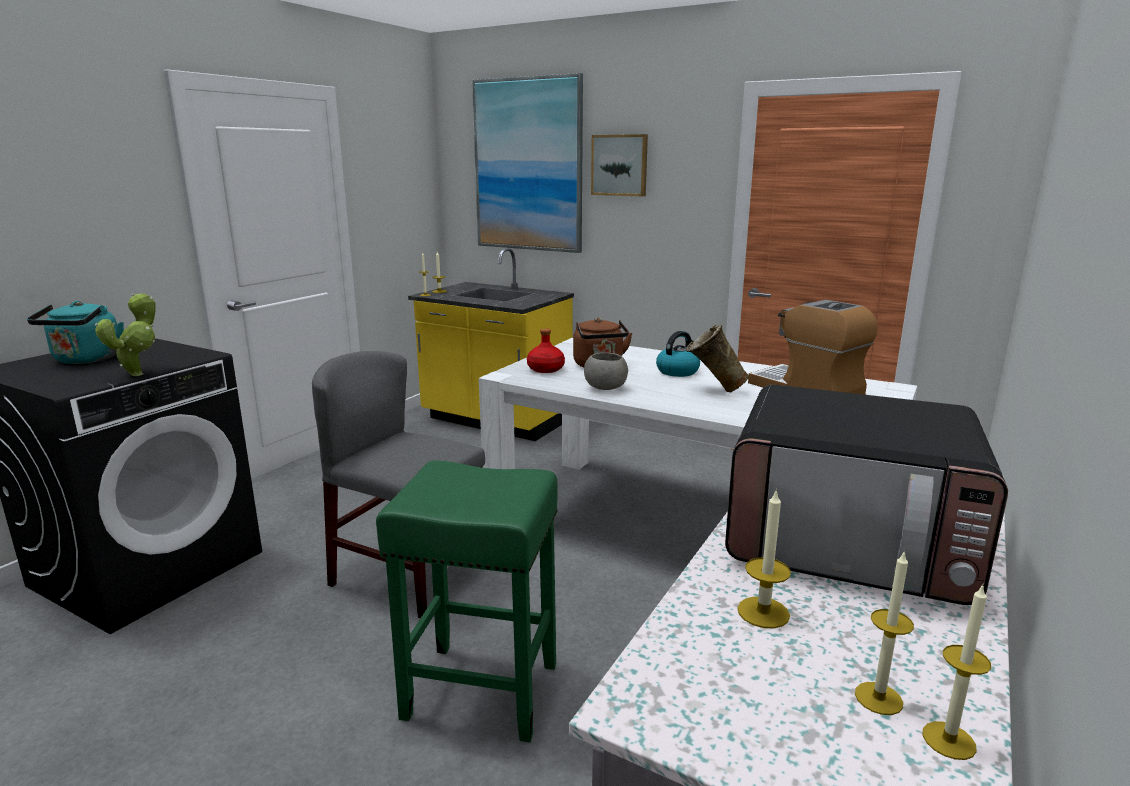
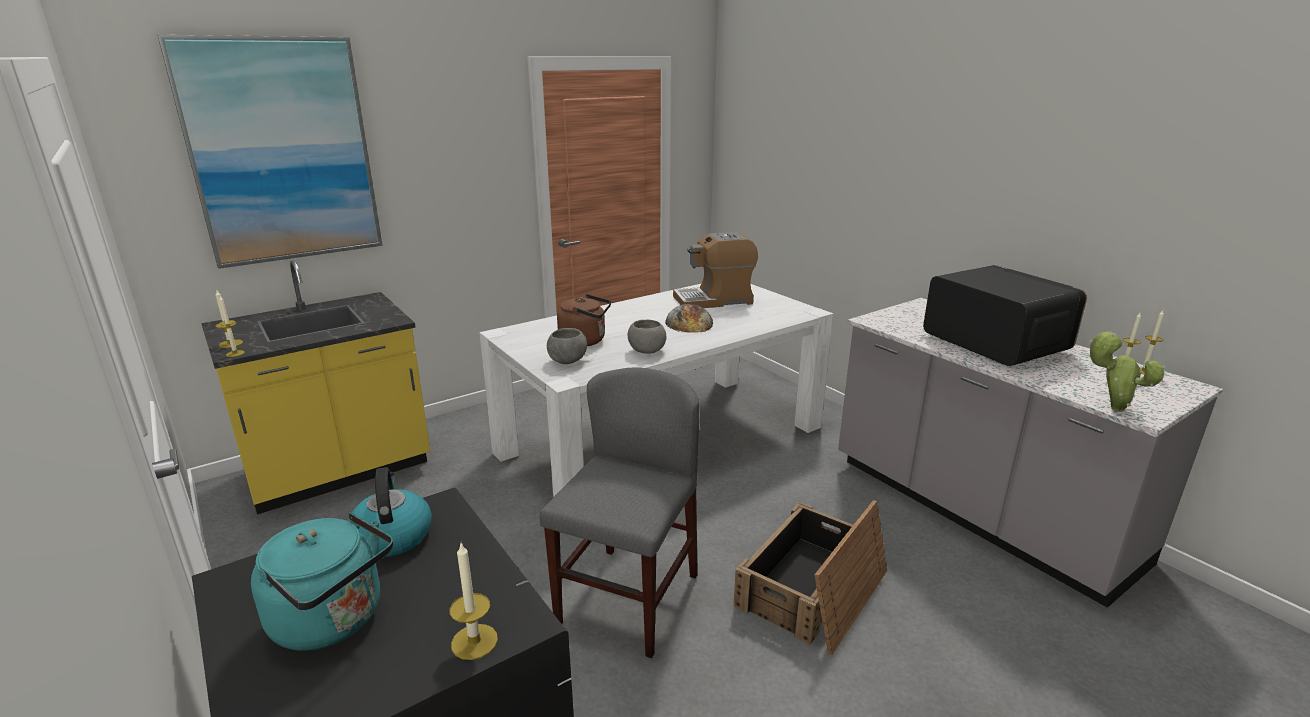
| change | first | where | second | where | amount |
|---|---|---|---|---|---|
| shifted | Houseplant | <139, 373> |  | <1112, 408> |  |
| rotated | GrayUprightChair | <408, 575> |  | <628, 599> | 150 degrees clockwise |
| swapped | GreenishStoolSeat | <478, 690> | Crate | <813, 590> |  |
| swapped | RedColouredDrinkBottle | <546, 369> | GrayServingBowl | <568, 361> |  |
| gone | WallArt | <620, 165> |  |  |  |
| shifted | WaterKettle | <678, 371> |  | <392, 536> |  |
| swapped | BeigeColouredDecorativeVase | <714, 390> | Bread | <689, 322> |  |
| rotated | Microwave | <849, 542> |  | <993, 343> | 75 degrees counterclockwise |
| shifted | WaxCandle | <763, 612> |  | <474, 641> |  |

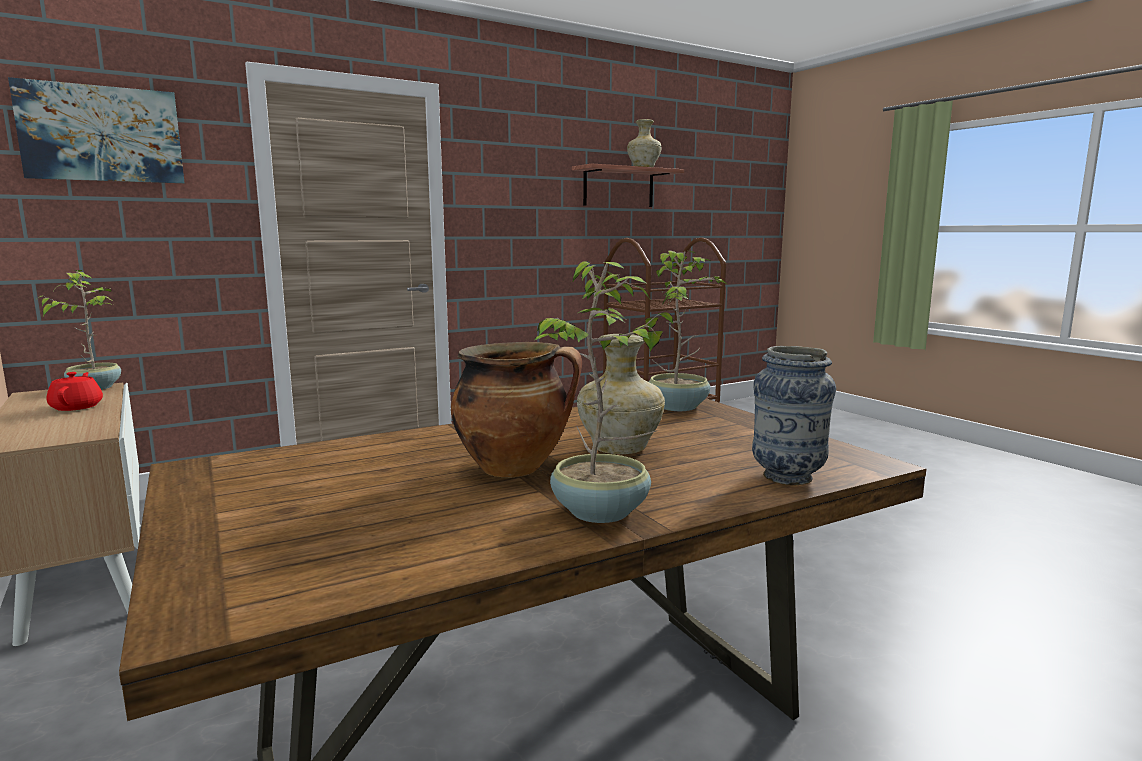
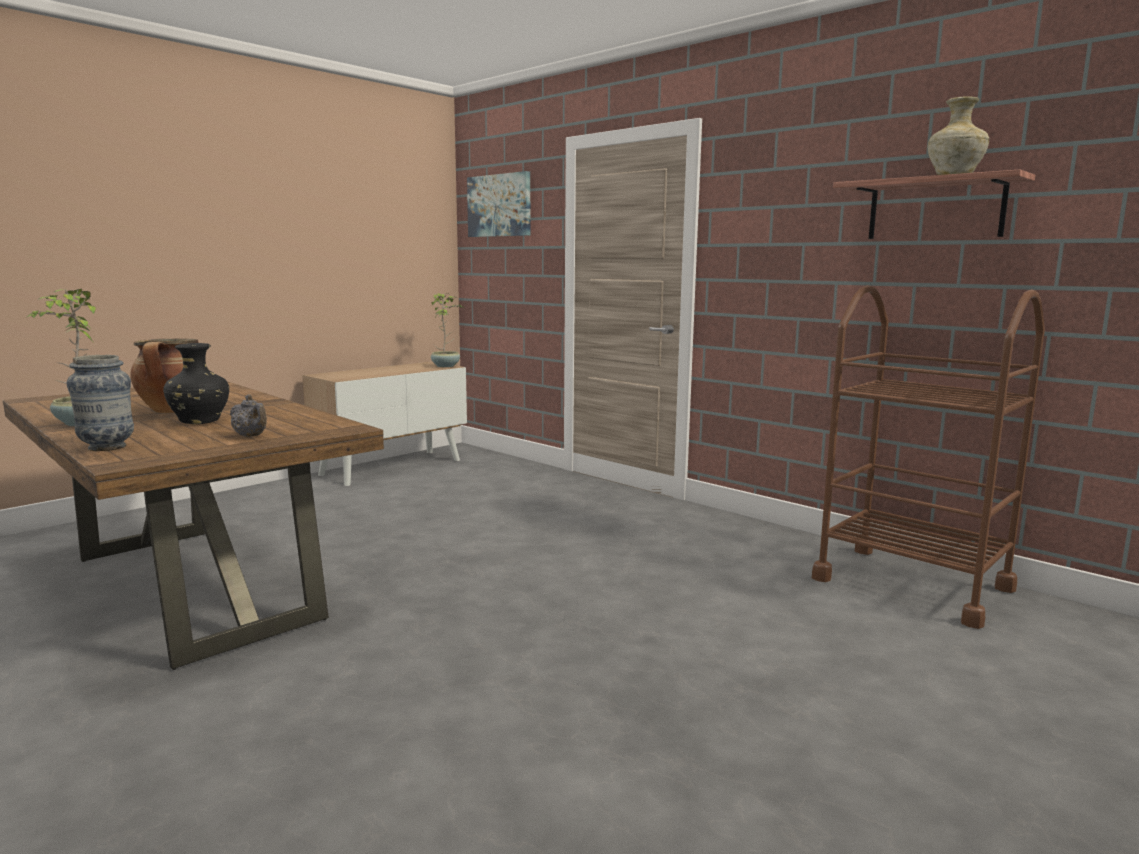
| change | first | where | second | where | amount |
|---|---|---|---|---|---|
| gone | RedColouredTeaPot | <77, 407> |  |  |  |
| repainted | BeigeColouredDecorativeVase | <618, 449> | BlackishDecorativeVase | <200, 422> |  |
| gone | Houseplant | <679, 406> |  |  |  |
| new |  |  | GrayTeaPot | <251, 436> |  |

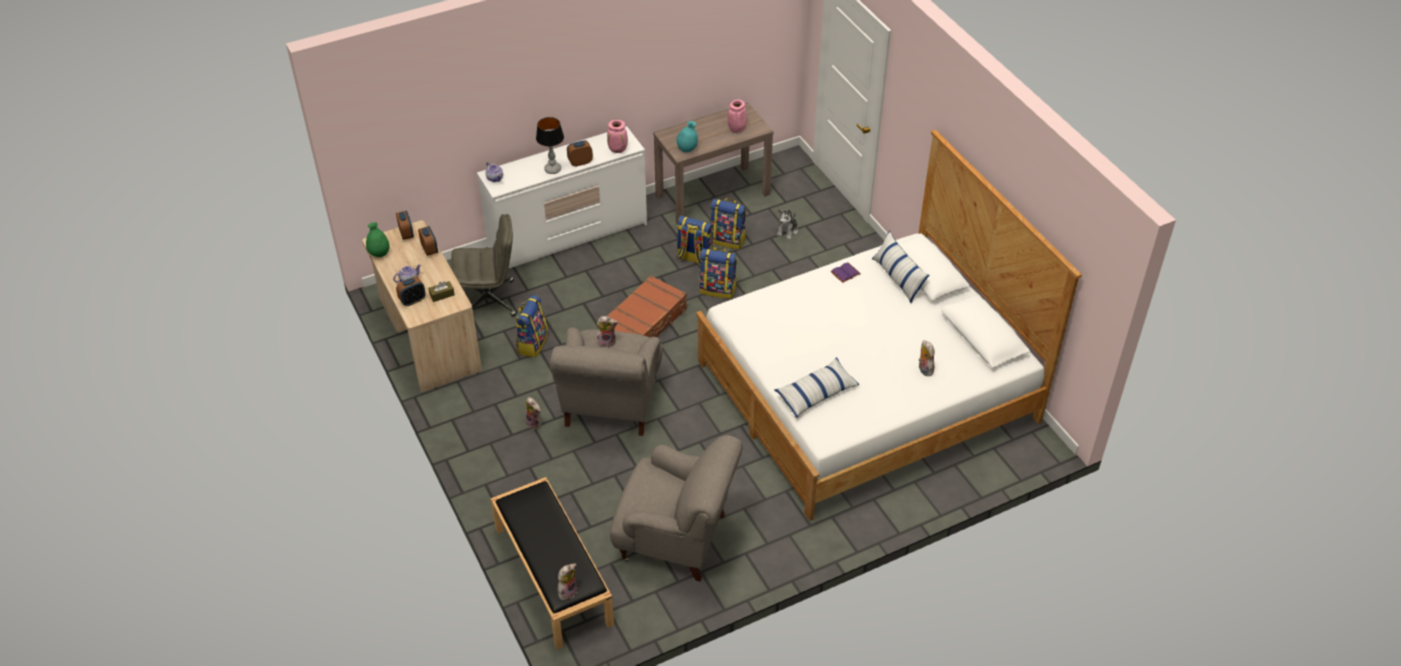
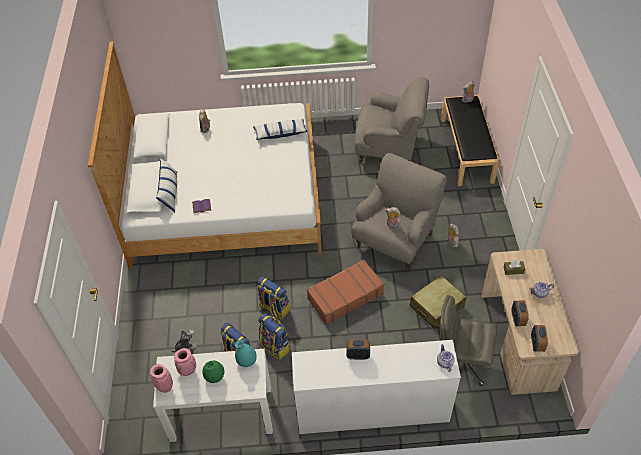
| change | first | where | second | where | amount |
|---|---|---|---|---|---|
| shifted | GreenishDecorativeVase | <379, 253> |  | <214, 377> |  |
| gone | BedsideClock | <412, 300> |  |  |  |
| swapped | Backpack | <532, 343> | BeigeColouredSuitcase | <436, 306> |  |
| gone | TabletopLamp | <552, 169> |  |  |  |
| shifted | PinkishDecorativeVase | <618, 150> |  | <164, 387> |  |
| rotated | GrayEasyChair | <676, 538> |  | <389, 149> | 150 degrees clockwise |
| repainted | BrownColouredConsoleTable | <713, 195> | WhiteColouredConsoleTable | <221, 414> |  |

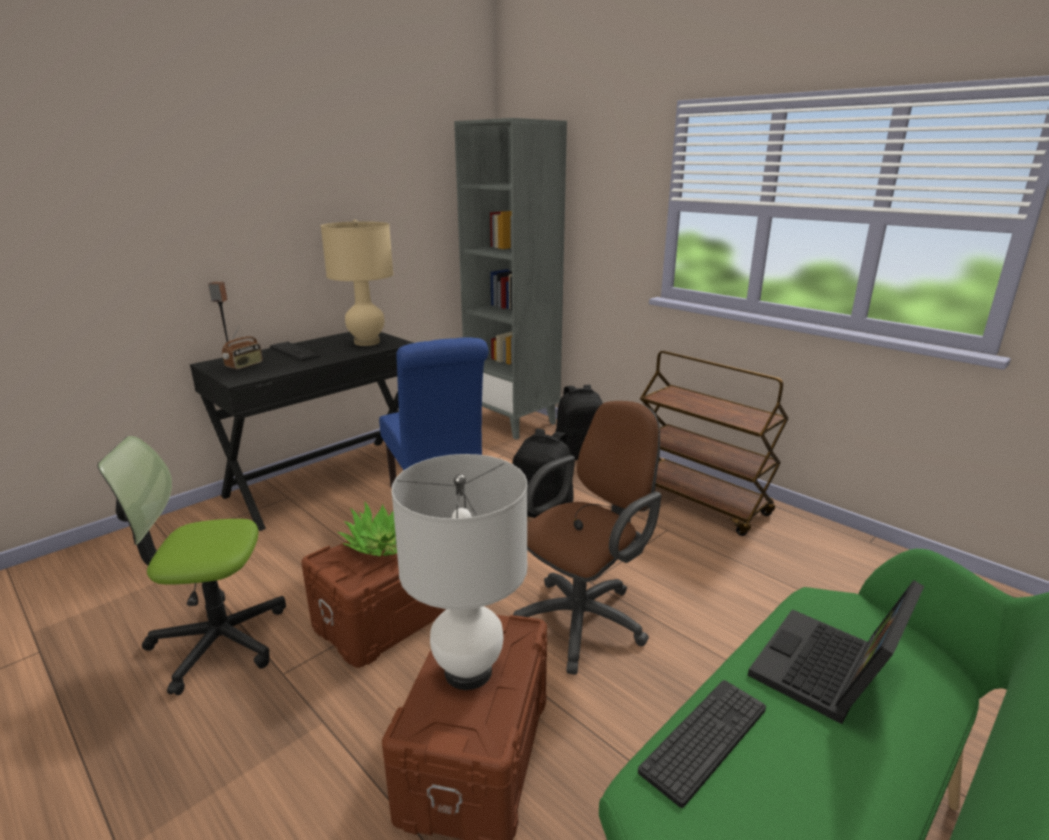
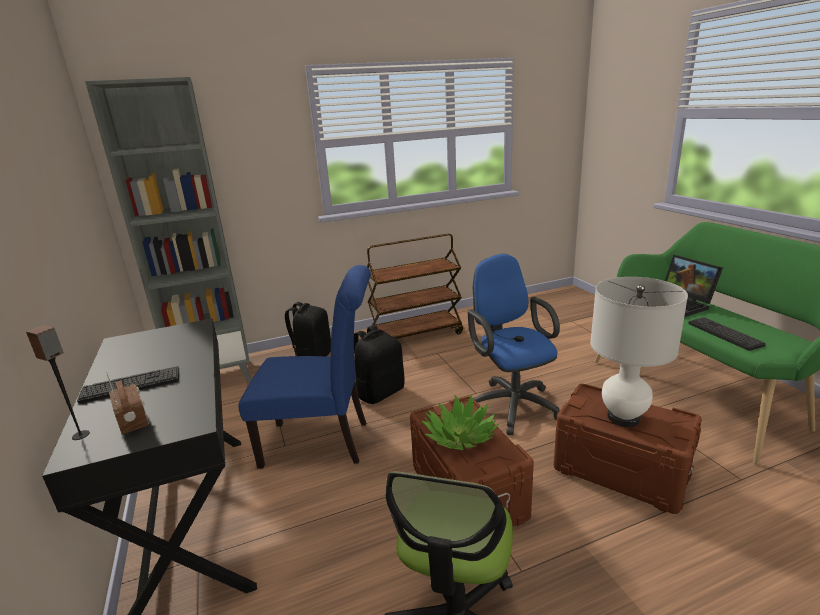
| change | first | where | second | where | amount |
|---|---|---|---|---|---|
| gone | BeigeColouredTabletopLamp | <367, 342> |  |  |  |
| repainted | BrownColouredOfficeChair | <585, 618> | BlueOfficeChair | <511, 403> |  |

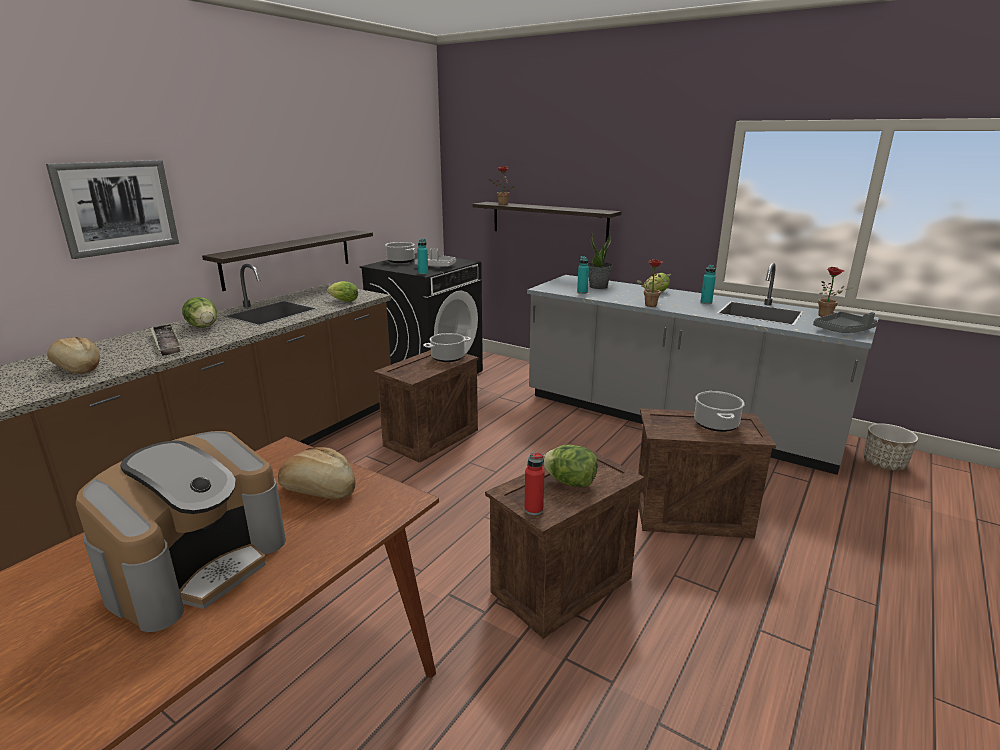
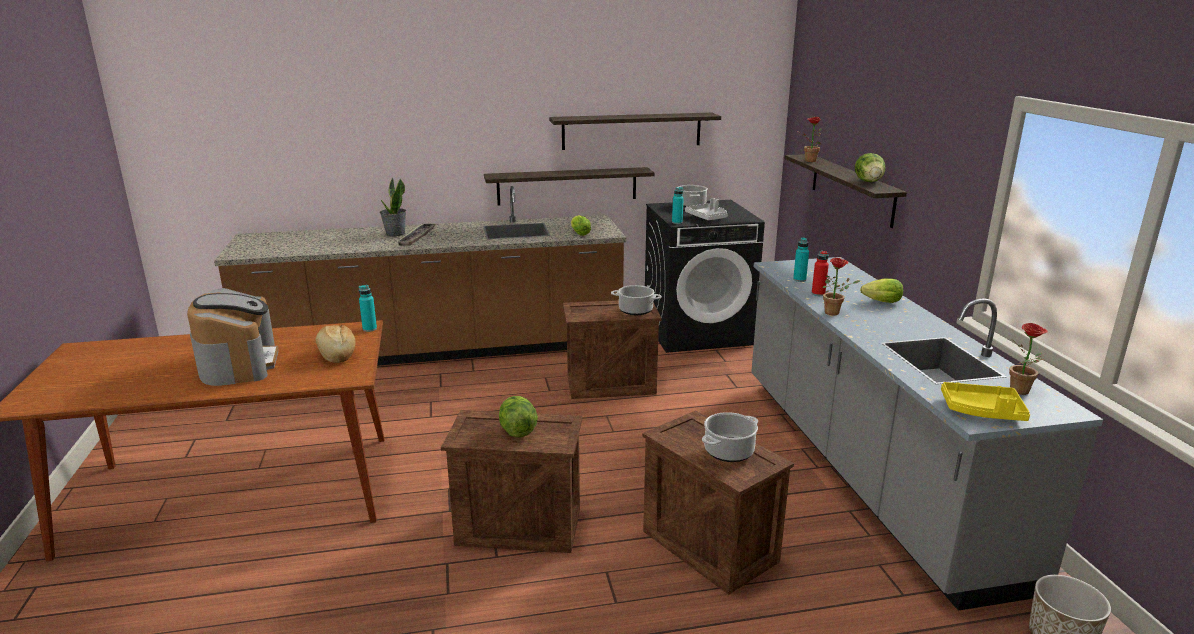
| change | first | where | second | where | amount |
|---|---|---|---|---|---|
| gone | WallArt | <117, 207> |  |  |  |
| gone | Bread | <76, 368> |  |  |  |
| rotated | CoffeeMachine | <198, 564> |  | <239, 363> | 90 degrees counterclockwise |
| shifted | Lettuce | <203, 327> |  | <869, 182> |  |
| shifted | RedColouredDrinkBottle | <533, 509> |  | <818, 294> |  |
| shifted | Houseplant | <598, 287> |  | <395, 234> |  |
| shifted | TurquoiseDrinkBottle | <706, 302> |  | <369, 329> |  |
| repainted | GrayServingTray | <843, 330> | YellowishServingTray | <982, 411> |  |
| new |  |  | BracketShelf | <632, 131> |  |

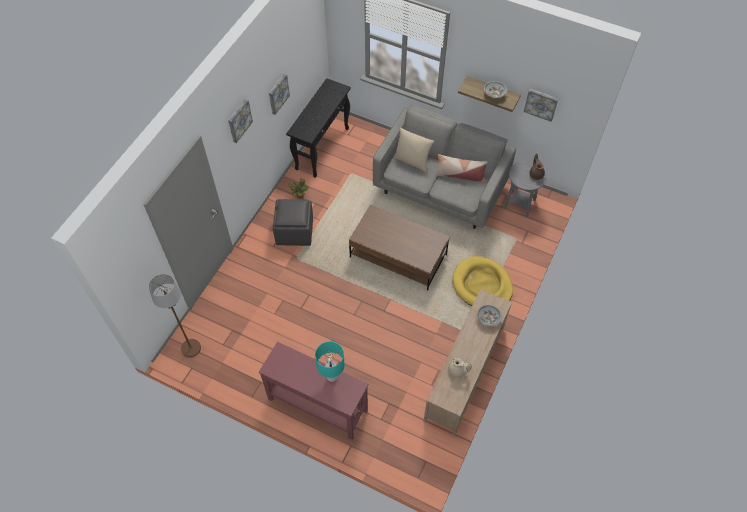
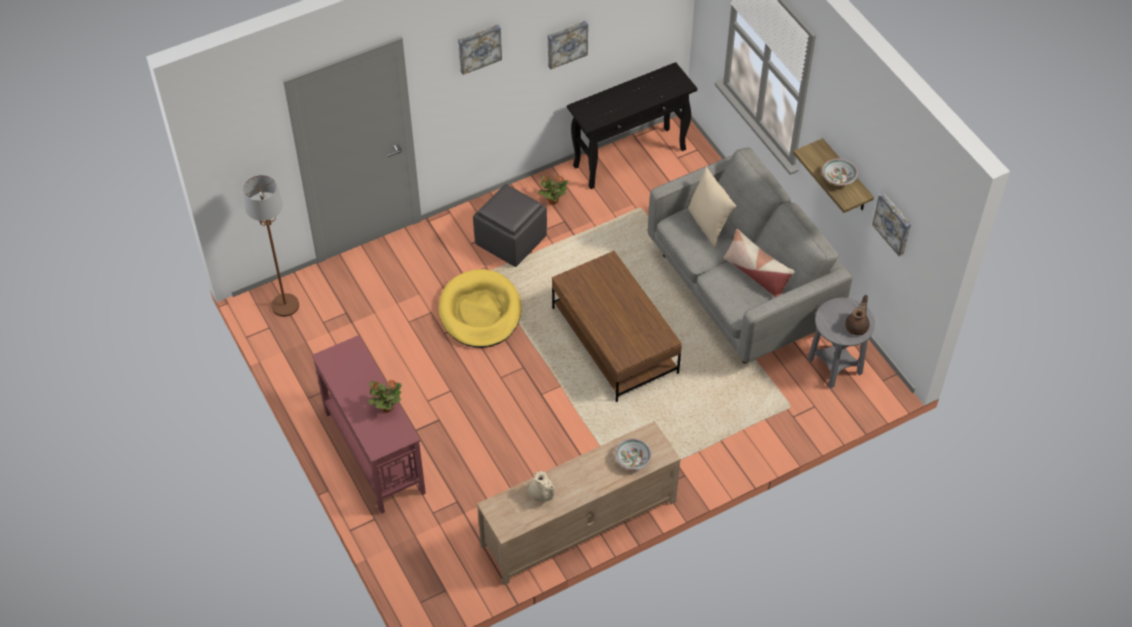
| change | first | where | second | where | amount |
|---|---|---|---|---|---|
| swapped | TurquoiseTabletopLamp | <331, 376> | Houseplant | <386, 407> |  |
| shifted | YellowishDogBed | <482, 285> |  | <480, 312> |  |

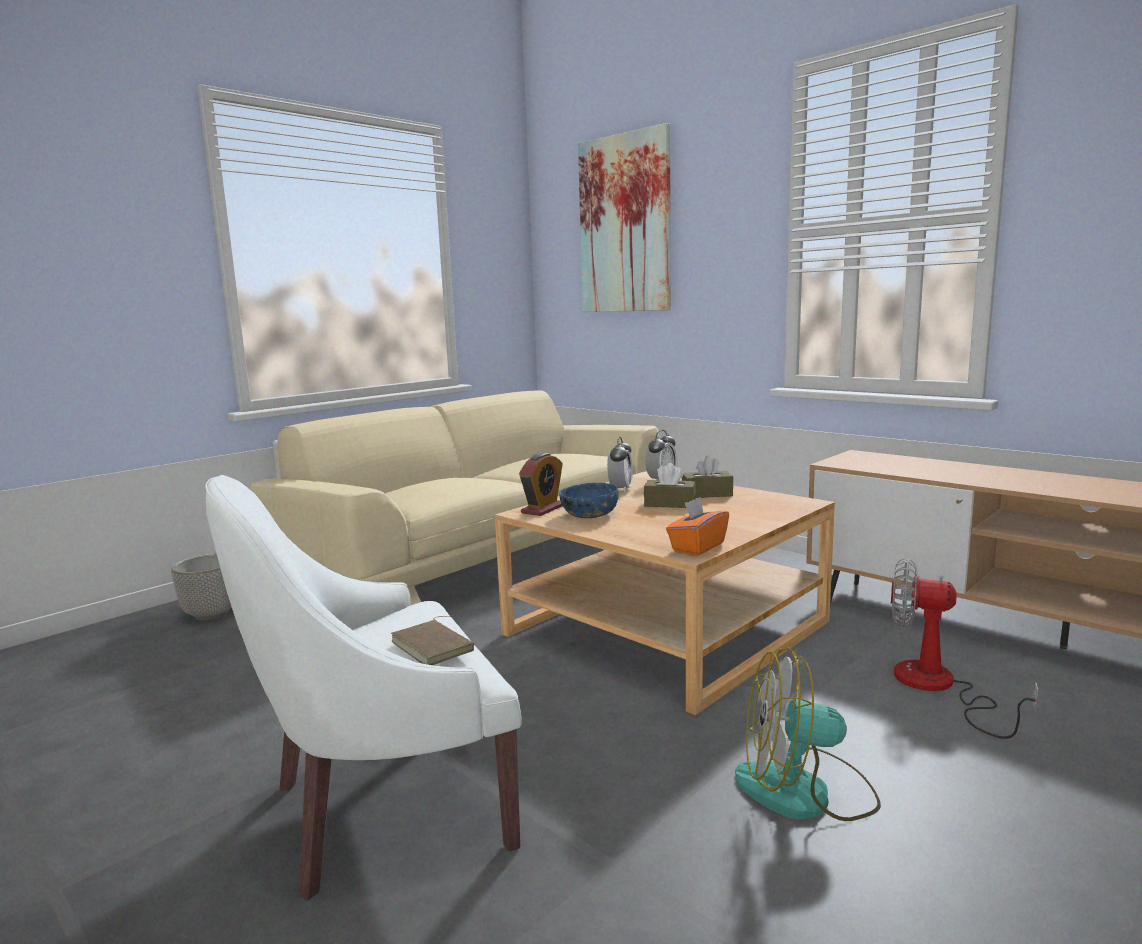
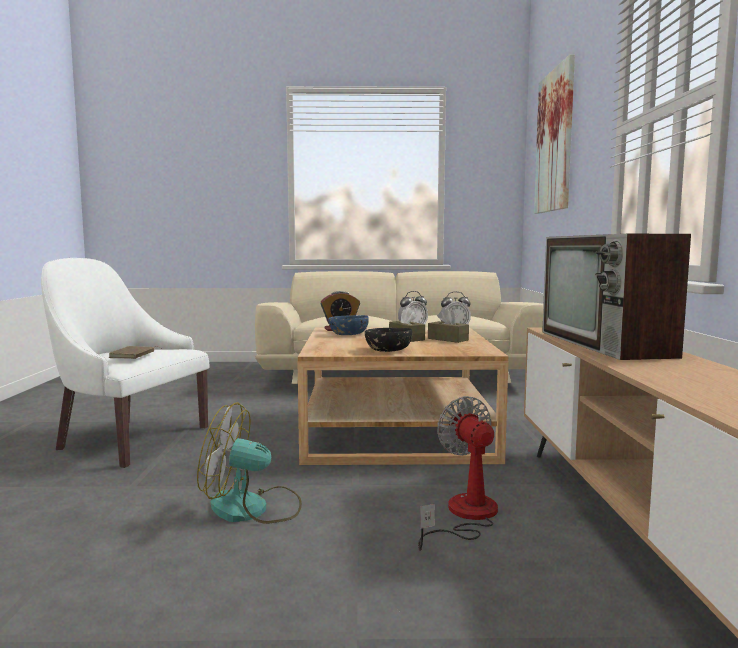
| change | first | where | second | where | amount |
|---|---|---|---|---|---|
| gone | Planter | <212, 614> |  |  |  |
| gone | OrangeTissueBox | <697, 547> |  |  |  |
| rotated | ElectricFan | <805, 792> |  | <252, 508> | 45 degrees counterclockwise |
| new |  |  | BlackishServingBowl | <388, 350> |  |
| new |  |  | Tv | <605, 344> |  |

